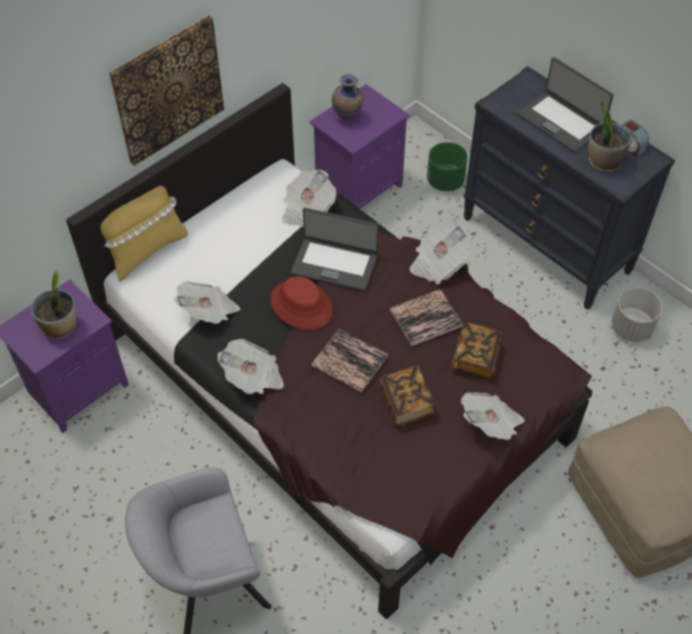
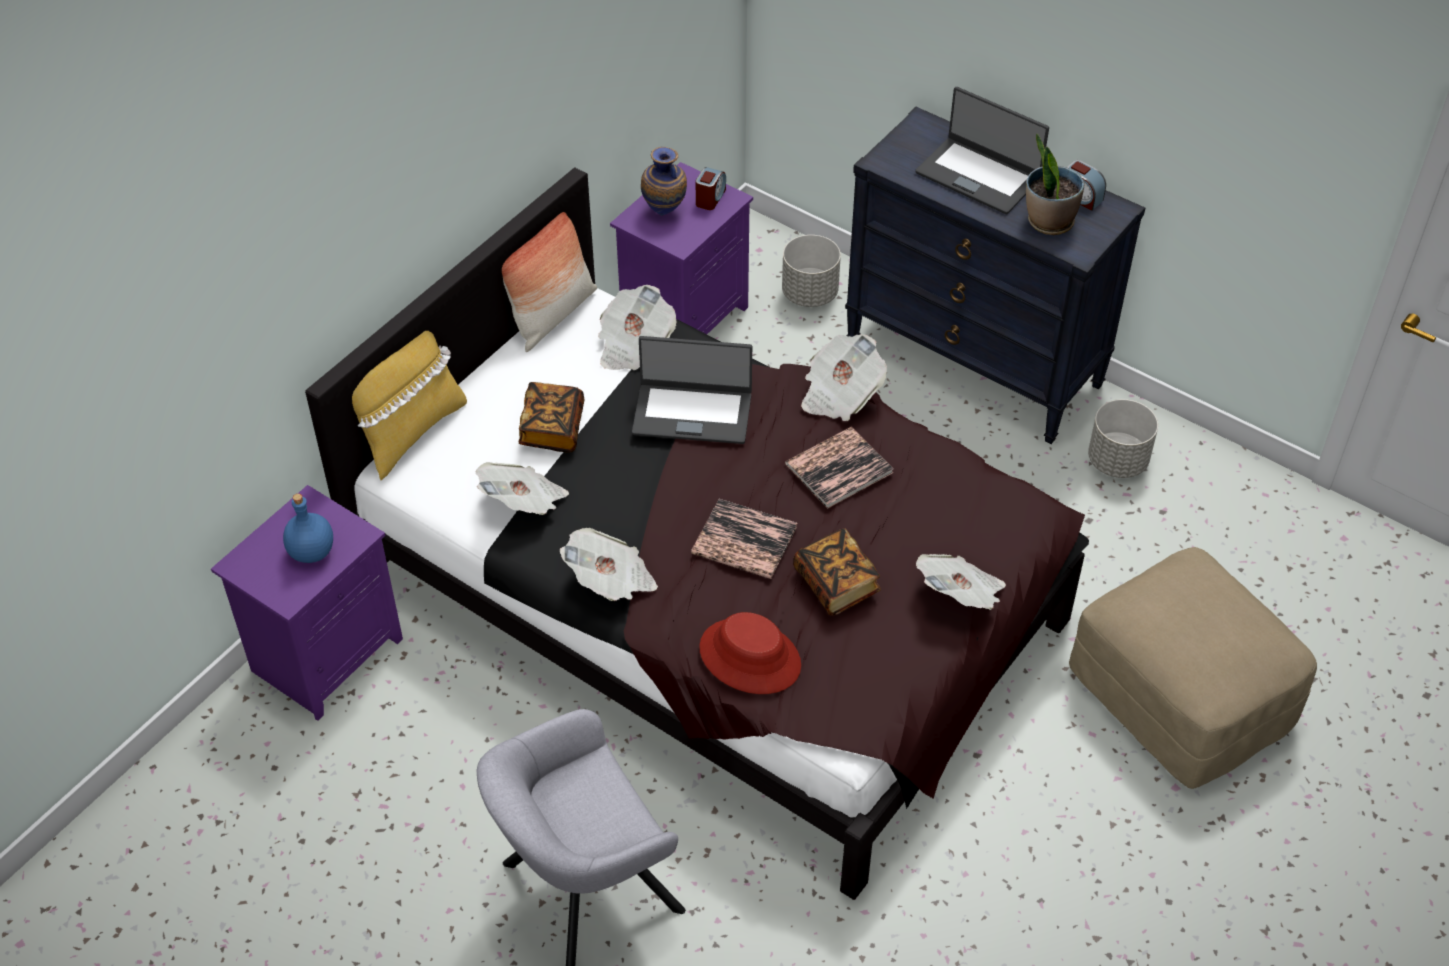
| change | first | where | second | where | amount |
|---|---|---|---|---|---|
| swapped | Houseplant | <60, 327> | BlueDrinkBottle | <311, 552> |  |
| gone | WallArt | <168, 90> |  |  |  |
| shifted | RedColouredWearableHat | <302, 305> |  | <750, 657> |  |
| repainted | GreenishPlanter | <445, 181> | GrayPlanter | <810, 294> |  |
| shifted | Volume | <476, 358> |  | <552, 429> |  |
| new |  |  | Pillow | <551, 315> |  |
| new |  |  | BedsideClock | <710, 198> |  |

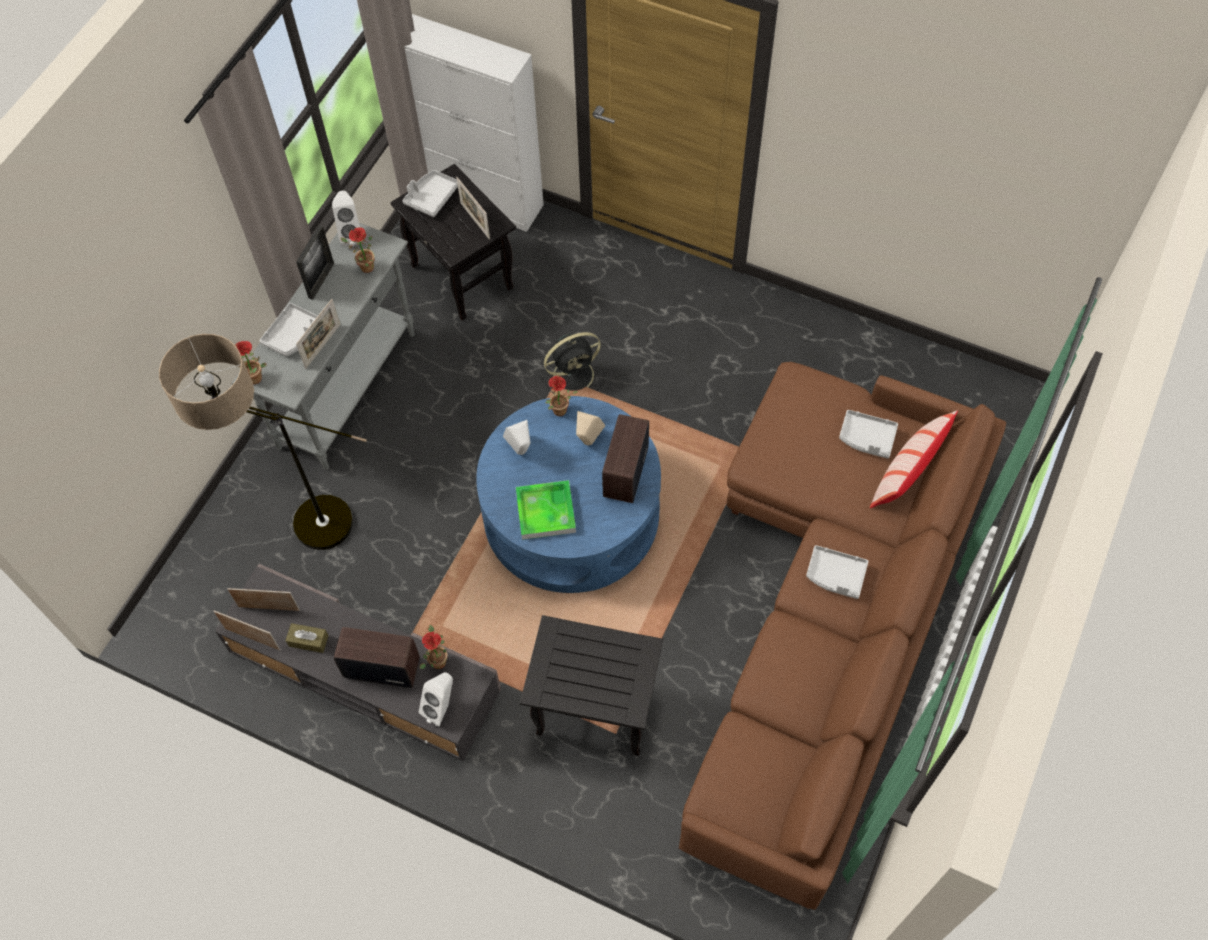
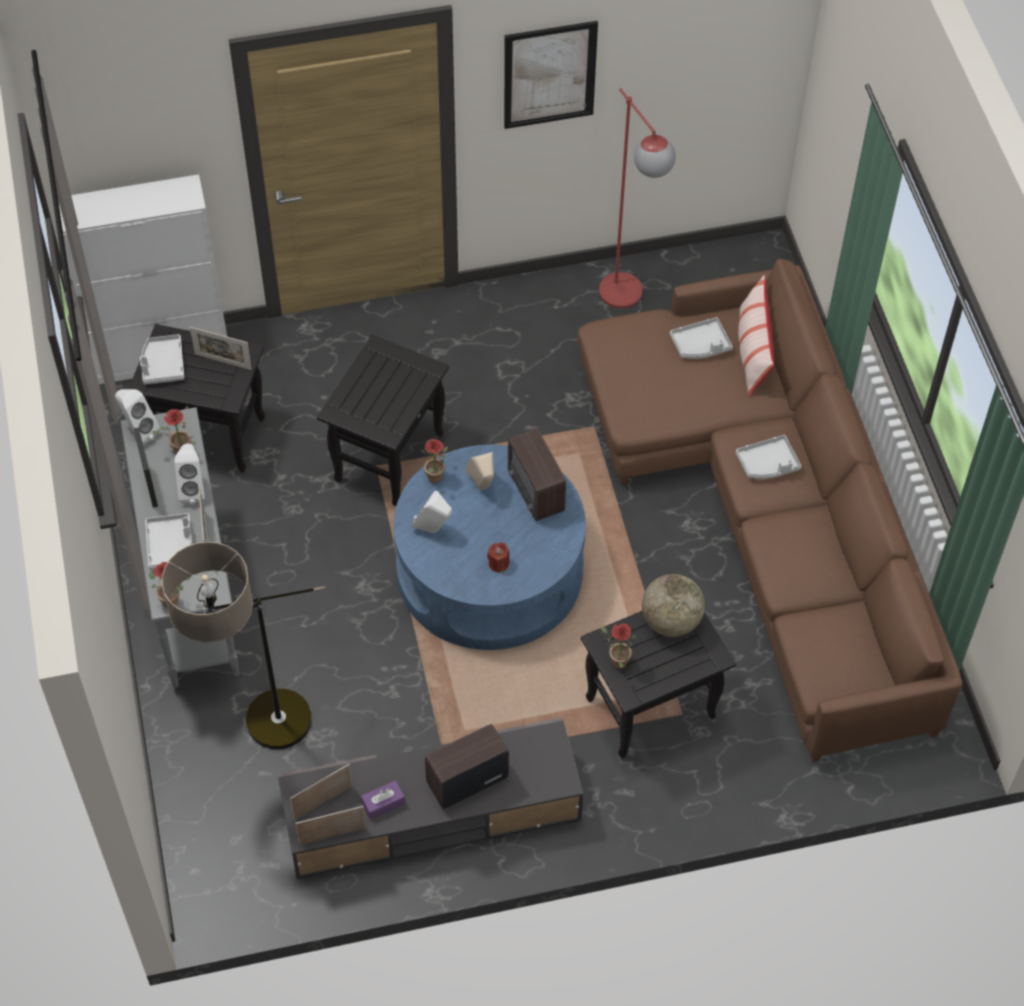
| change | first | where | second | where | amount |
|---|---|---|---|---|---|
| repainted | BrownColouredTissueBox | <308, 641> | PurpleTissueBox | <383, 803> |  |
| shifted | WhiteColouredSpeaker | <441, 707> |  | <193, 489> |  |
| shifted | Houseplant | <437, 659> |  | <616, 661> |  |
| swapped | ServingTray | <545, 512> | RedColouredWaxCandle | <498, 564> |  |
| swapped | BlackishElectricFan | <575, 374> | BlackishAccentTable | <389, 456> |  |
| new |  |  | WallArt | <549, 74> |  |
| new |  |  | RedColouredStandardLamp | <629, 302> |  |
| new |  |  | DeskGlobe | <671, 621> |  |

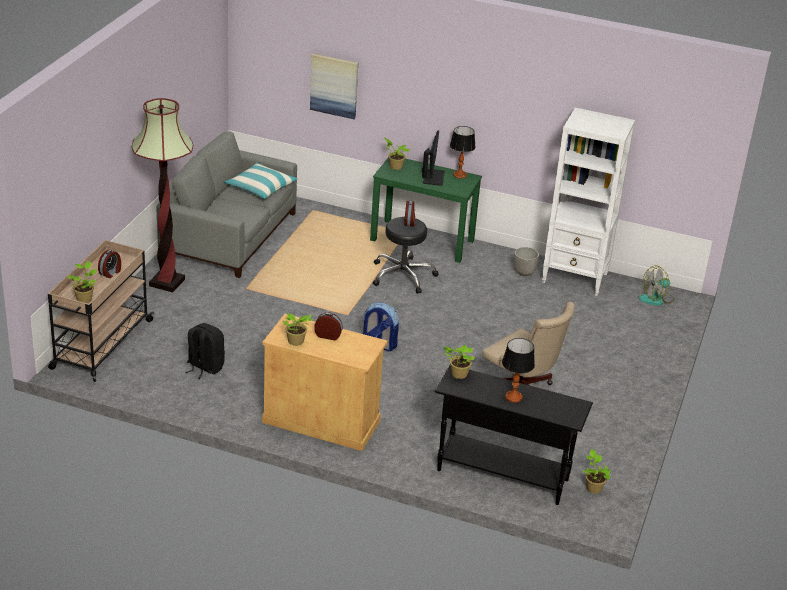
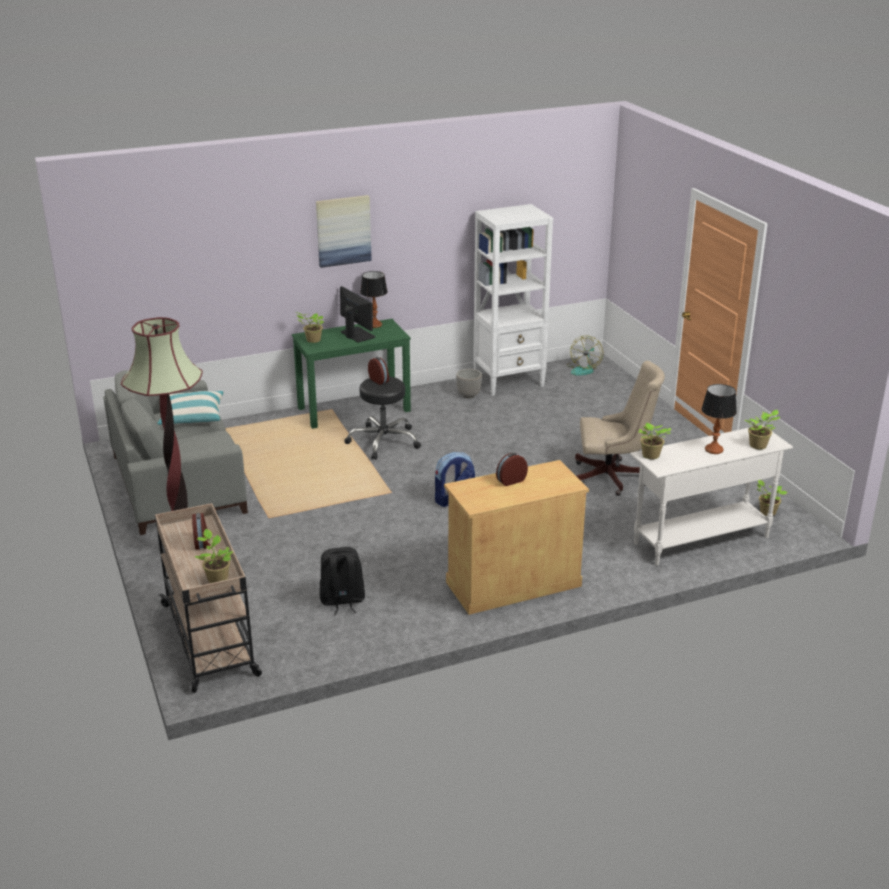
| change | first | where | second | where | amount |
|---|---|---|---|---|---|
| shifted | Houseplant | <295, 342> |  | <759, 446> |  |
| shifted | WallArt | <334, 85> |  | <343, 230> |  |
| repainted | BlackishConsoleTable | <502, 474> | WhiteColouredConsoleTable | <700, 540> |  |

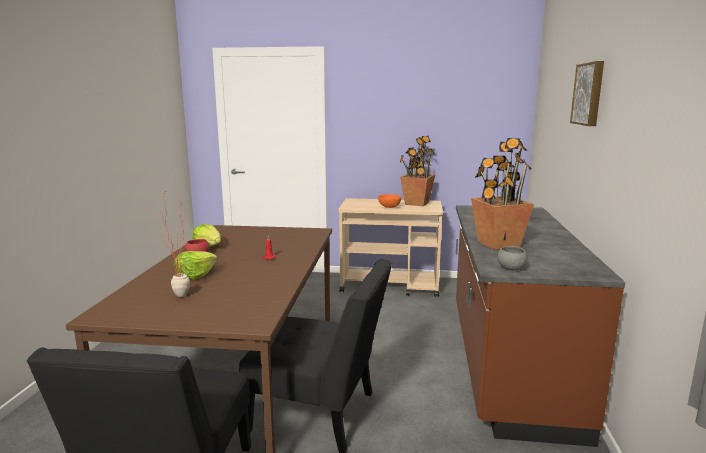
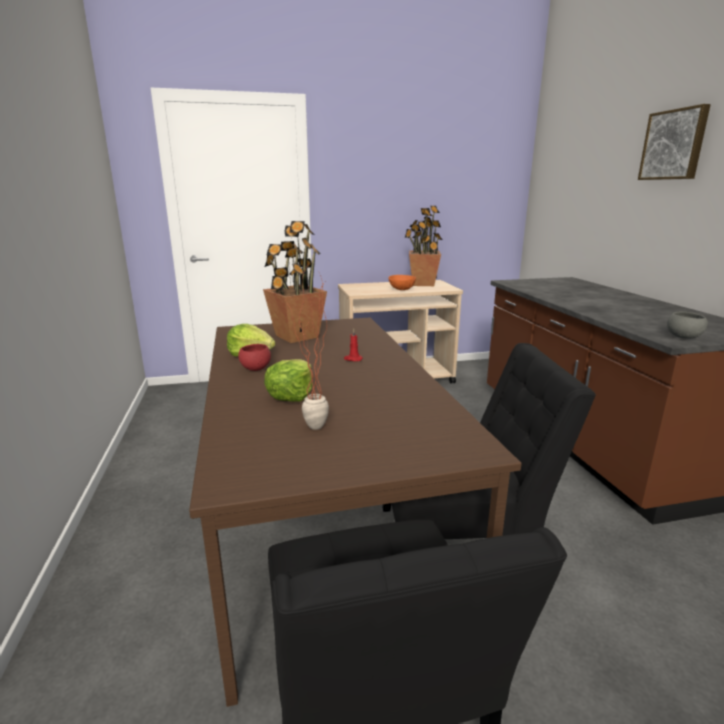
| change | first | where | second | where | amount |
|---|---|---|---|---|---|
| shifted | Houseplant | <497, 244> |  | <296, 336> |  |

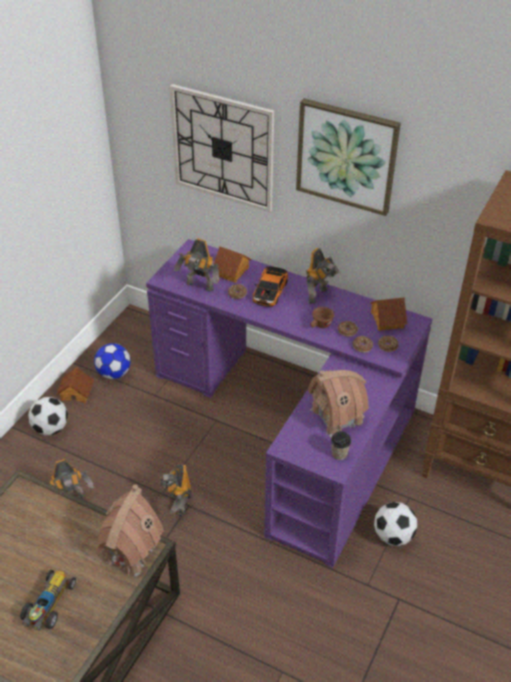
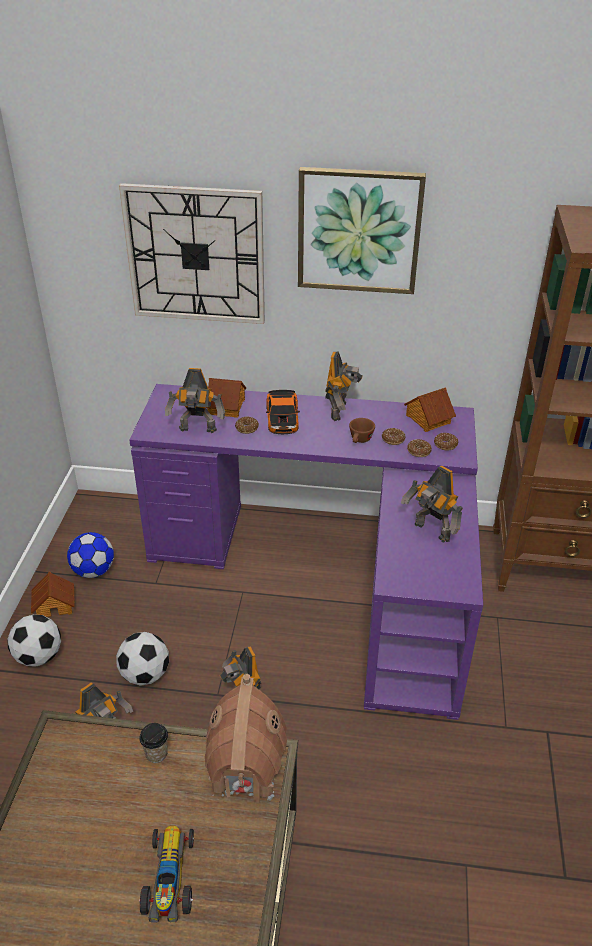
| change | first | where | second | where | amount |
|---|---|---|---|---|---|
| swapped | MiniatureHouse | <337, 416> | RobotFigure | <430, 532> |  |
| shifted | SmallCup | <339, 454> |  | <156, 753> |  |
| shifted | FootballBall | <393, 536> |  | <145, 674> |  |

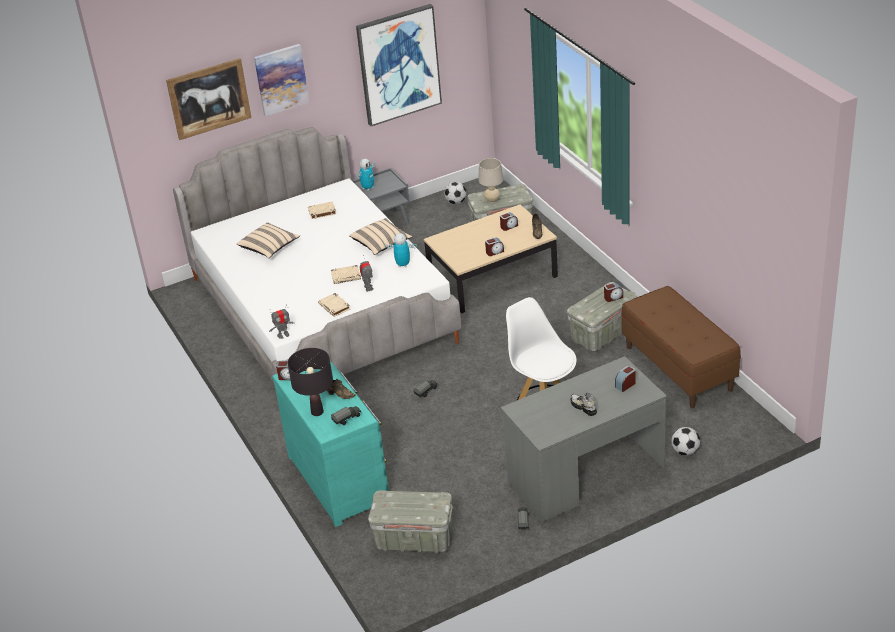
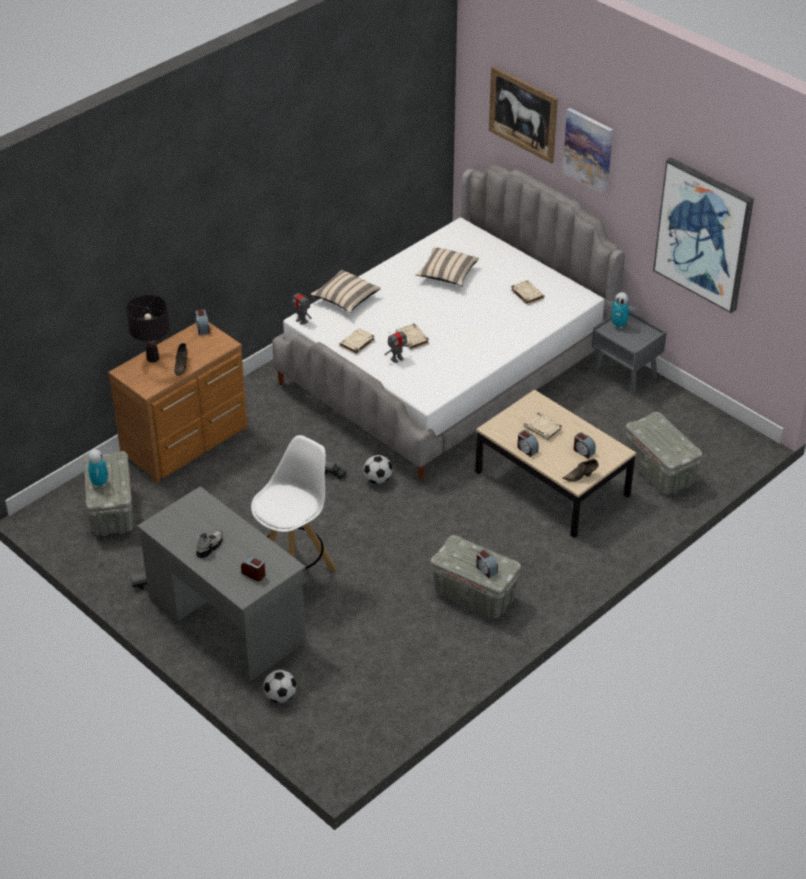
| change | first | where | second | where | amount |
|---|---|---|---|---|---|
| repainted | TurquoiseChestOfDrawers | <340, 478> | BrownColouredChestOfDrawers | <187, 442> |  |
| gone | ModelTruck | <347, 419> |  |  |  |
| shifted | BeigeColouredPillow | <381, 244> |  | <346, 300> |  |
| shifted | RobotFigure | <403, 265> |  | <99, 483> |  |
| shifted | FootballBall | <456, 202> |  | <378, 480> |  |
| gone | BeigeColouredTabletopLamp | <492, 200> |  |  |  |
| gone | BrownColouredLongSeat | <679, 368> |  |  |  |
| new |  |  | BeigeColouredVolume | <543, 429> |  |

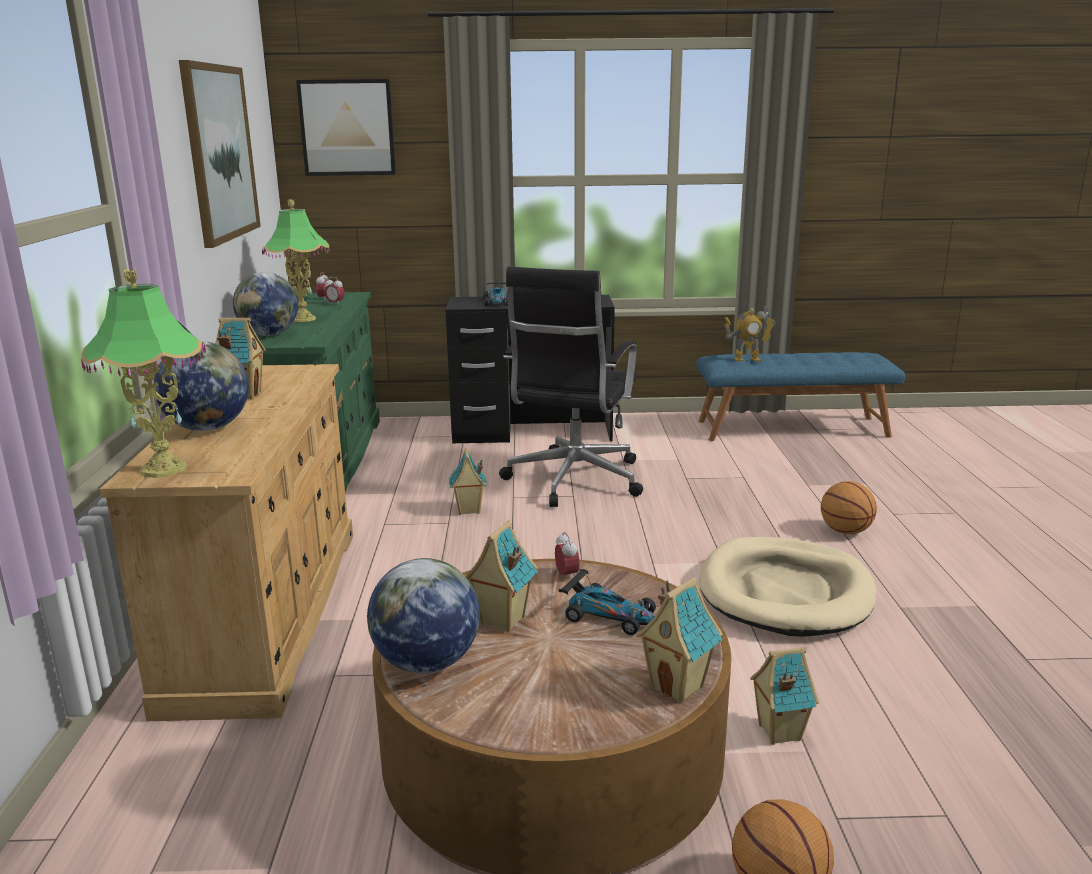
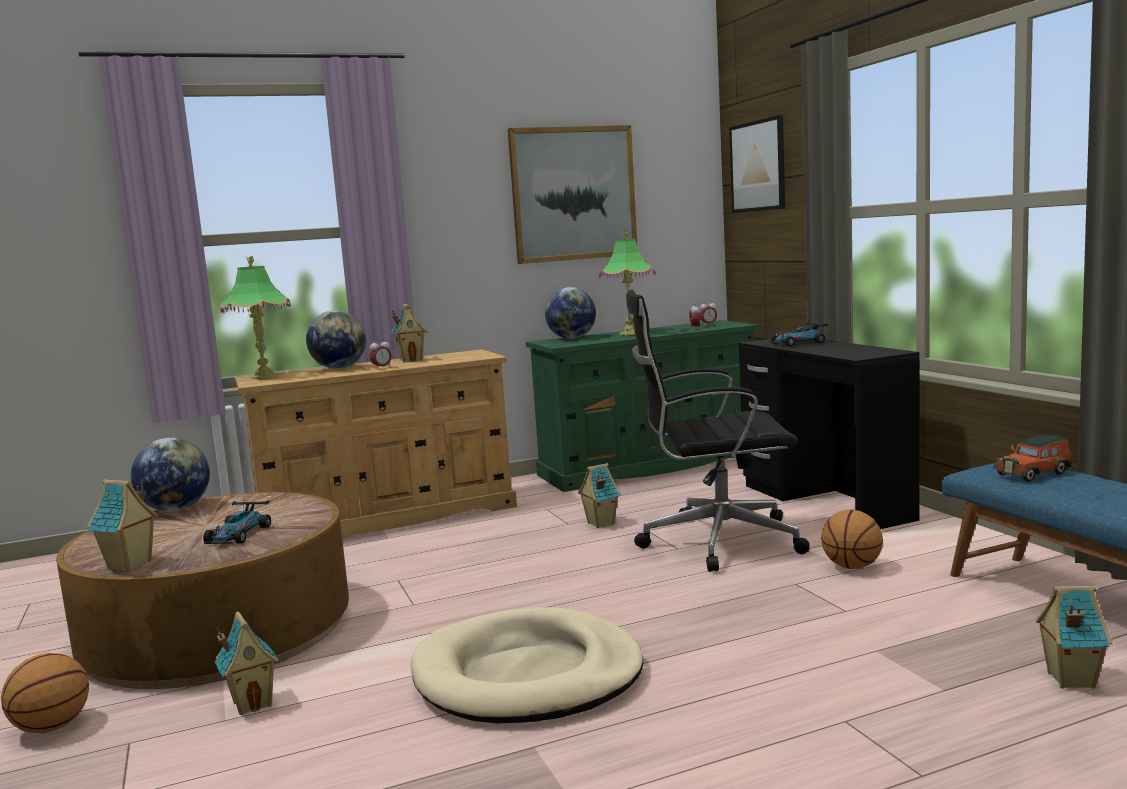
| change | first | where | second | where | amount |
|---|---|---|---|---|---|
| shifted | MiniatureHouse | <501, 621> |  | <1069, 680> |  |
| shifted | BedsideClock | <567, 576> |  | <381, 368> |  |
| swapped | RobotFigure | <747, 359> | MiniatureCar | <1034, 473> |  |
| shifted | Basketball | <846, 531> |  | <852, 567> |  |

